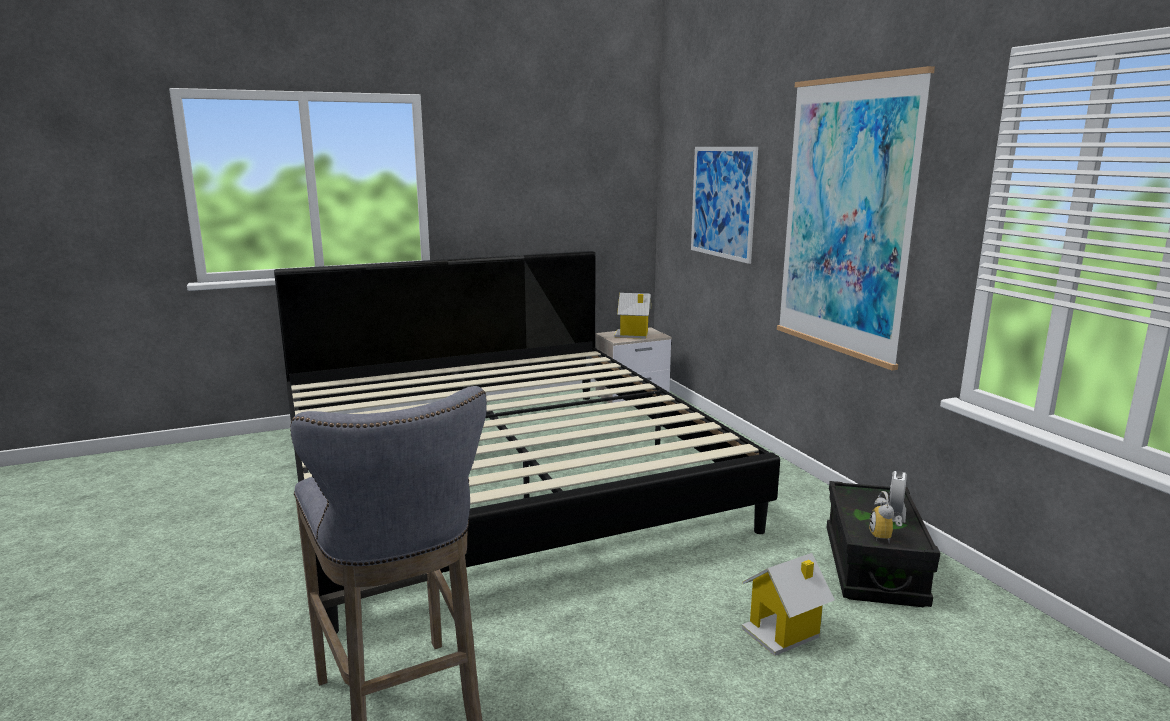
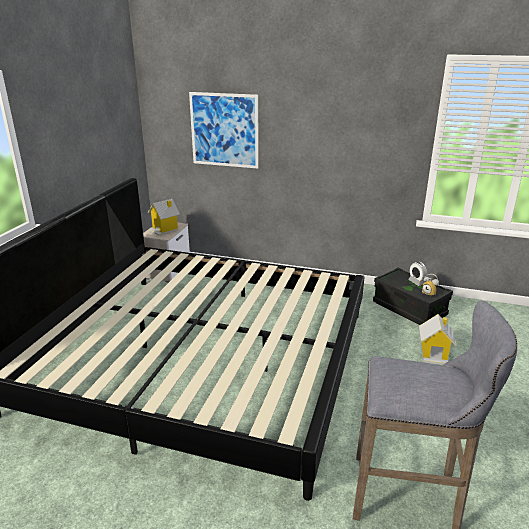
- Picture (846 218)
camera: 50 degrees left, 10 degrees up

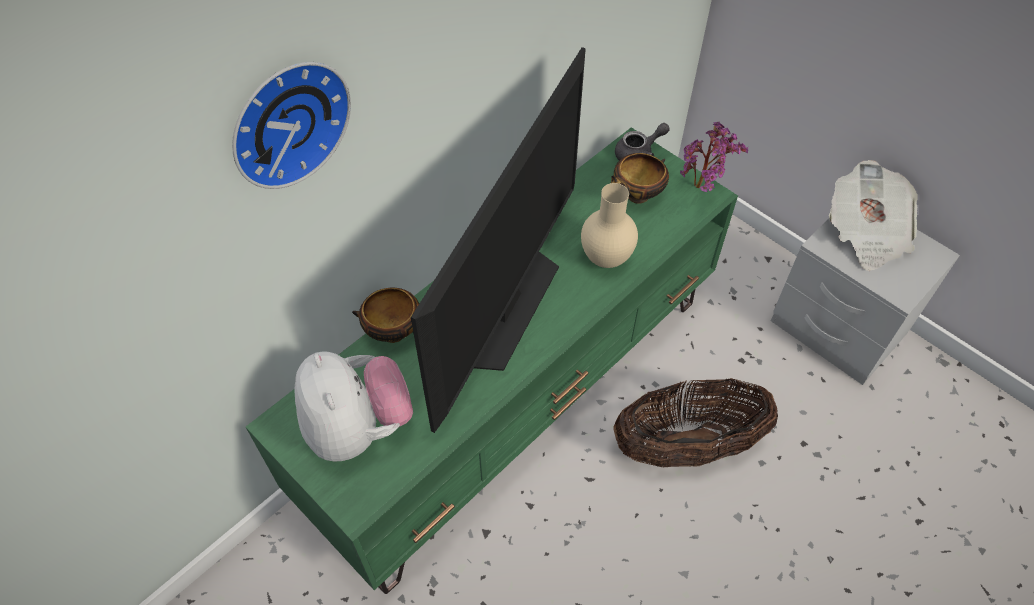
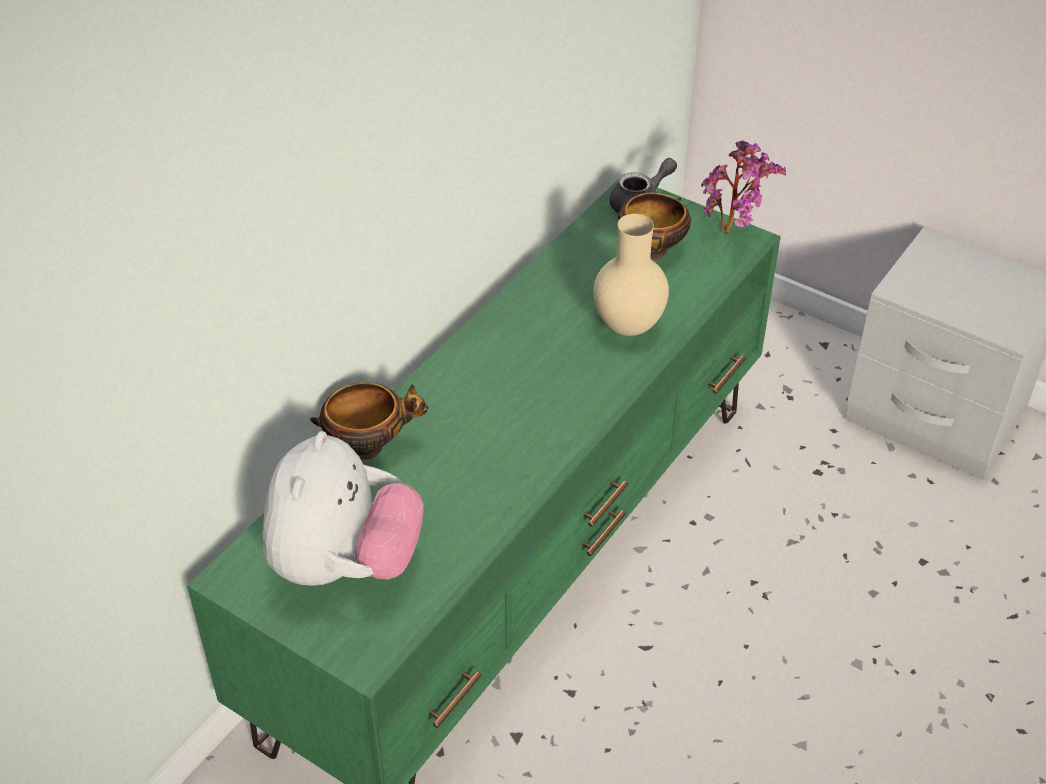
- WallClock (286 121)
~ PlushToy (358 428) = (345 565) 45 degrees clockwise
- Television (505 306)
- Basket (687 445)
- Newspaper (866 233)
camera: 10 degrees left, 10 degrees down

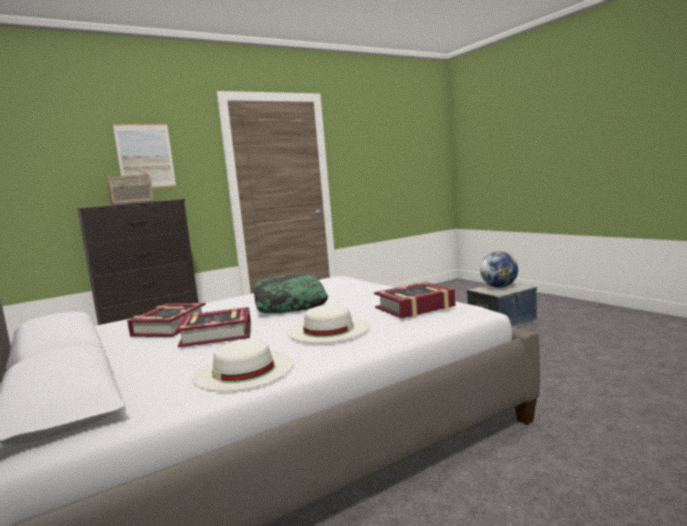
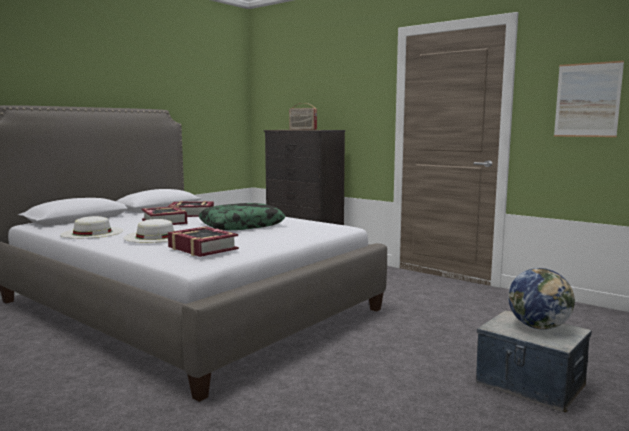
~ Picture (145 156) to (587 100)
camera: 70 degrees right, 0 degrees up

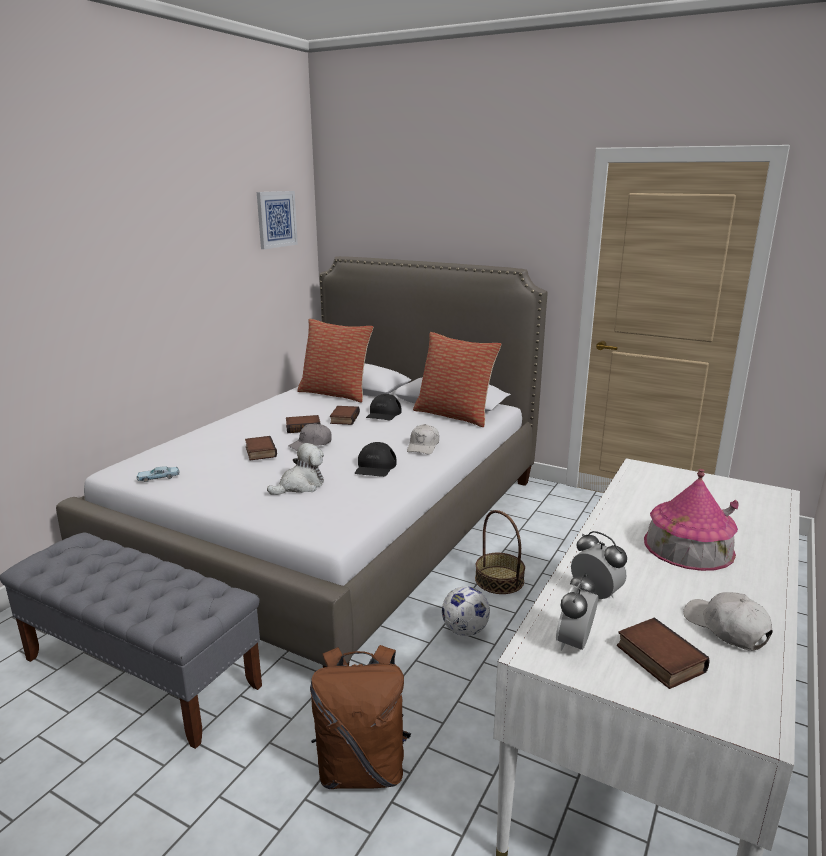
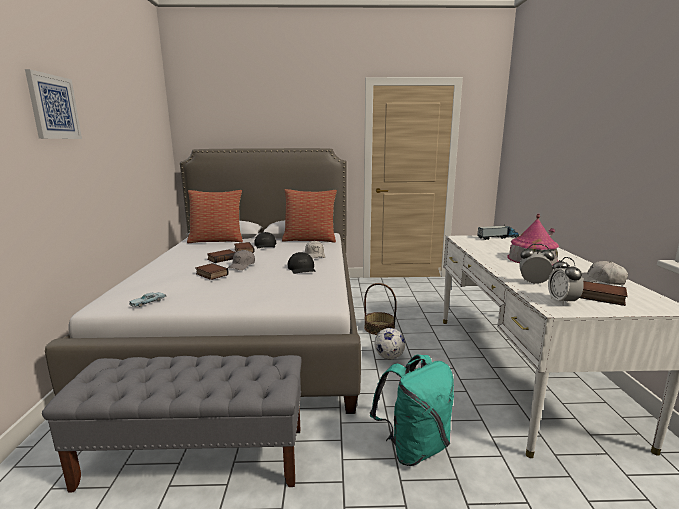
~ Picture (276 219) to (53 107)
- PlushToy (300 486)
~ BrownBackpack (362 768) to TurquoiseBackpack (413 447)
+ ToyTruck (498 237)
camera: 30 degrees left, 5 degrees down

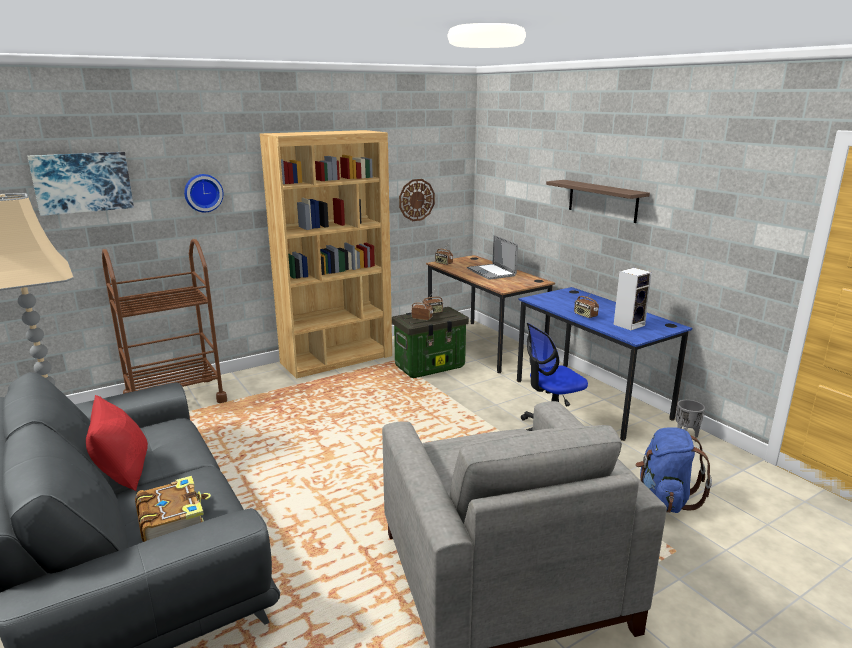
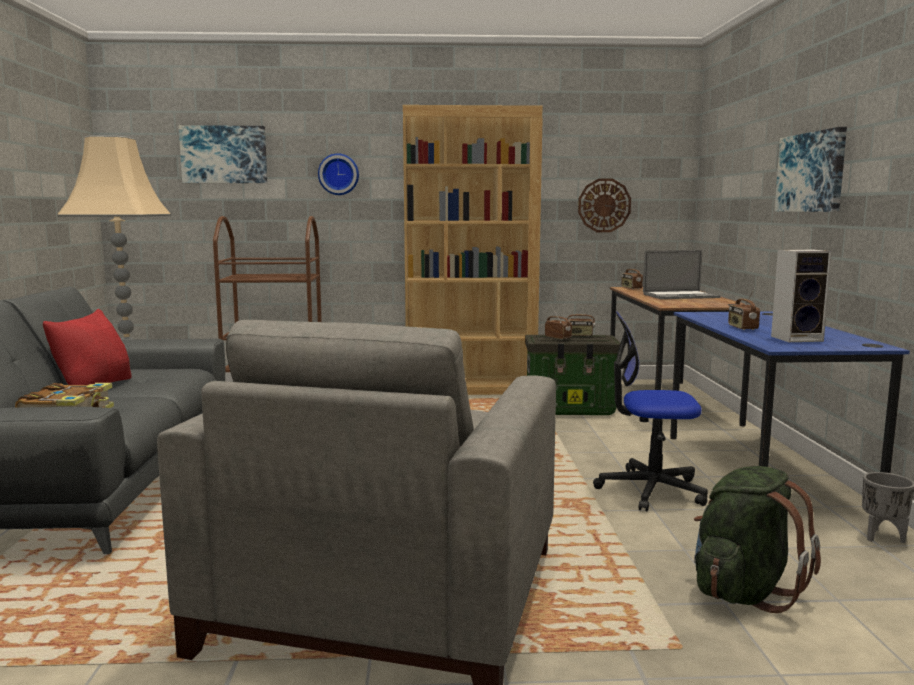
~ Laptop (491 272) = (680 296) 105 degrees counterclockwise
~ Shelf (602 200) to Picture (811 172)
~ BlueBackpack (664 499) to GreenBackpack (743 591)
camera: 30 degrees right, 10 degrees down

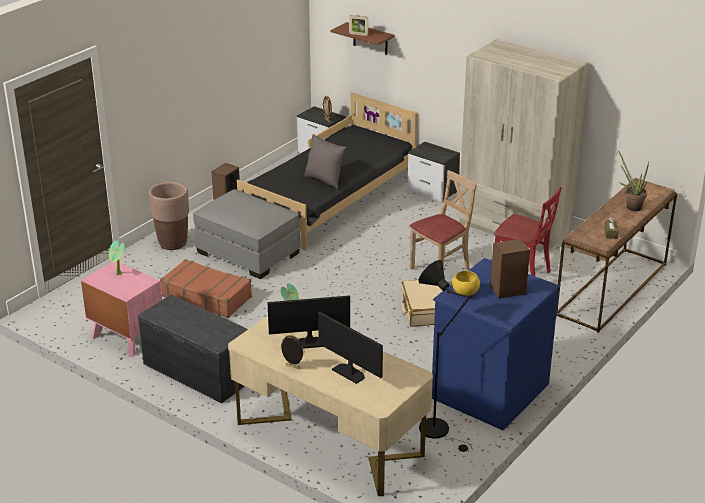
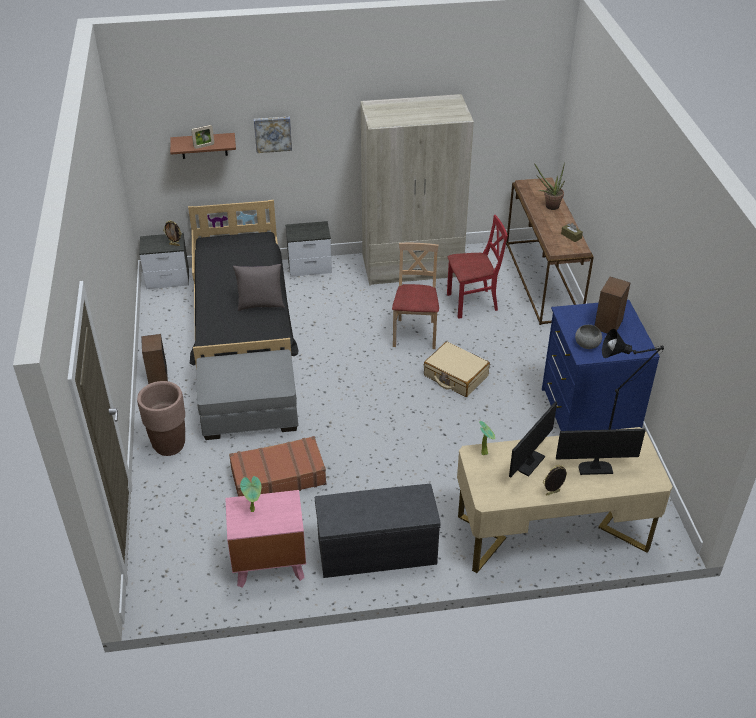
~ YellowBowl (465 292) to GreyBowl (587 344)
+ Picture (272 133)
camera: 45 degrees left, 10 degrees up

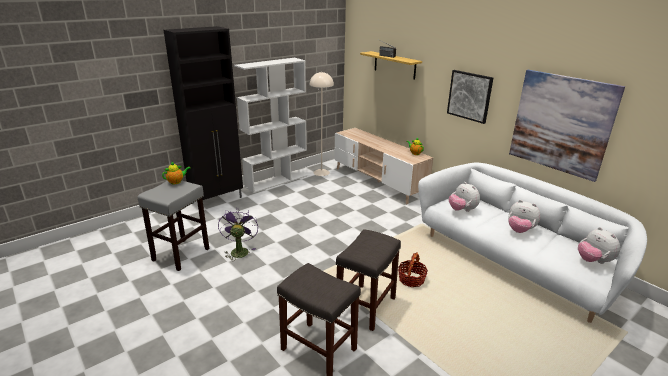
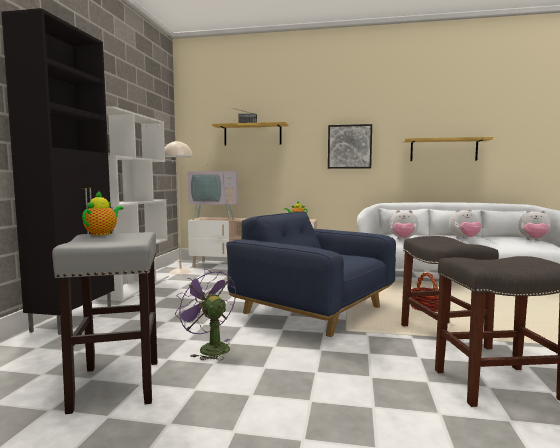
~ Picture (561 123) to Shelf (443 150)
+ Television (214 218)
+ BlueArmchair (313 310)
camera: 40 degrees left, 20 degrees down

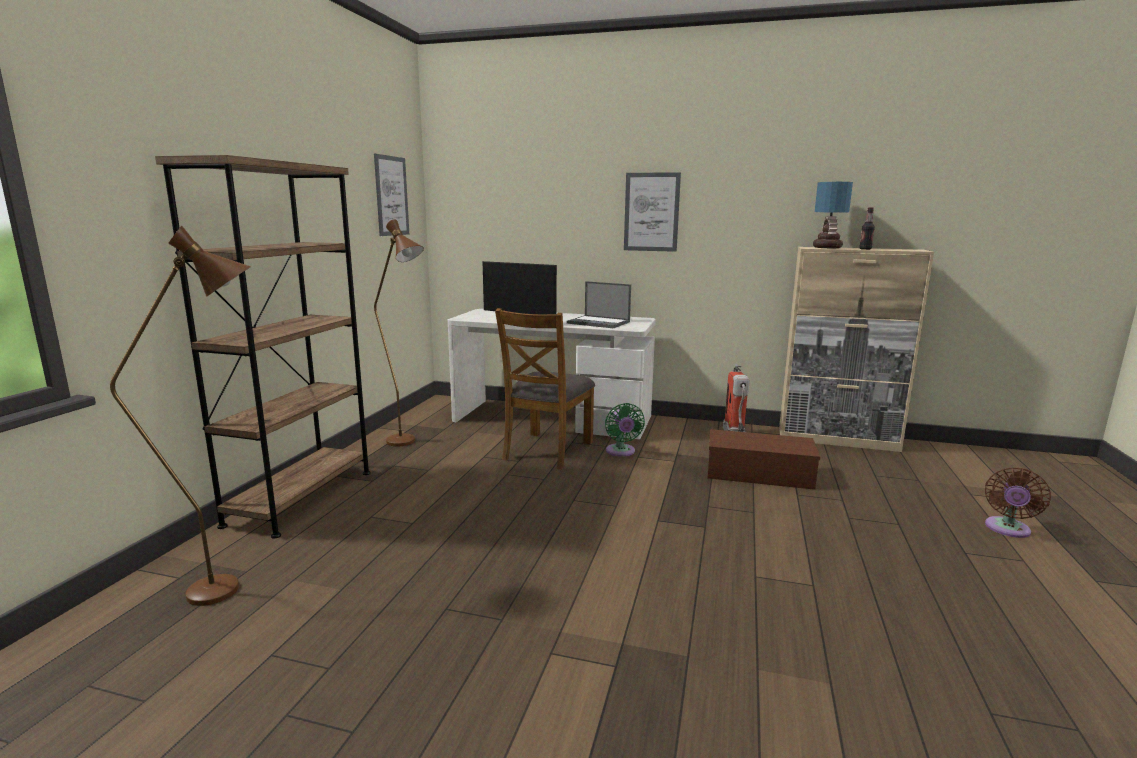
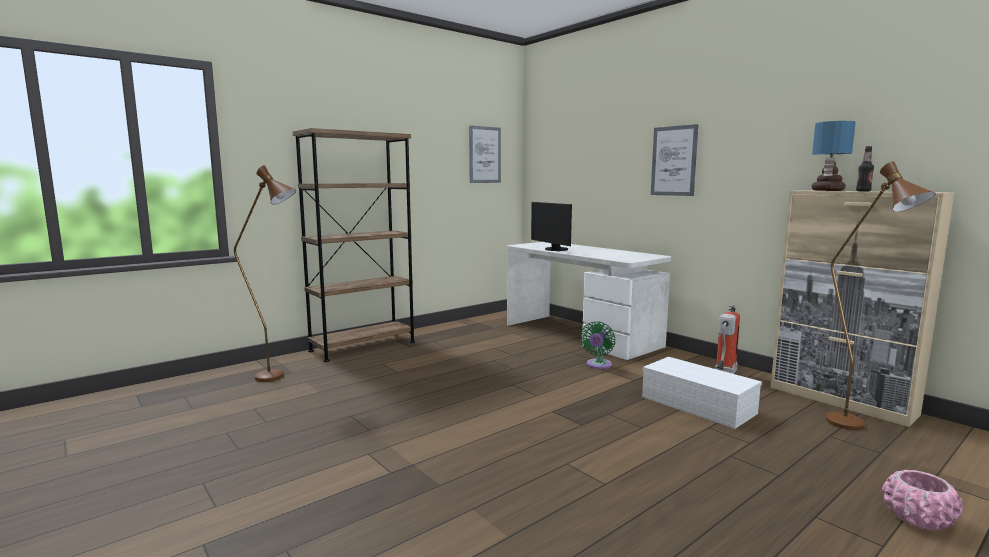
~ BrownFloorLamp (408 443) to (856 428)
- BrownChair (547 450)
- Laptop (599 322)
~ BrownStorageBox (760 473) to WhiteStorageBox (699 405)
~ BrownFan (1007 530) to PinkPlanter (918 519)
camera: 35 degrees right, 5 degrees down

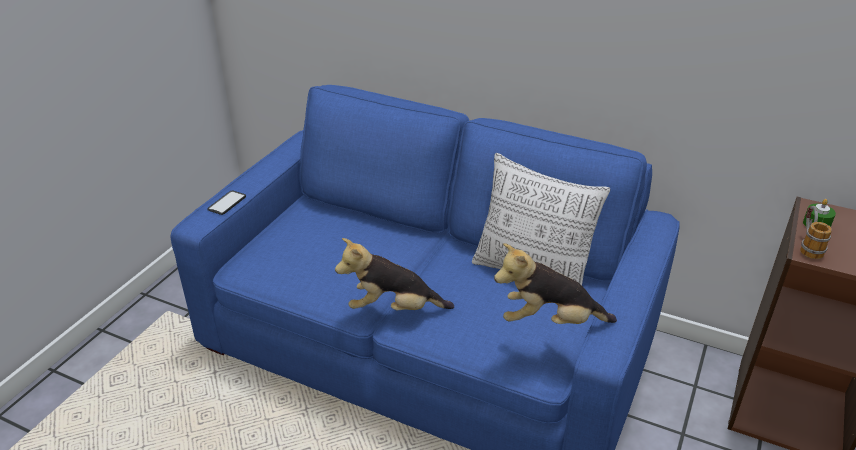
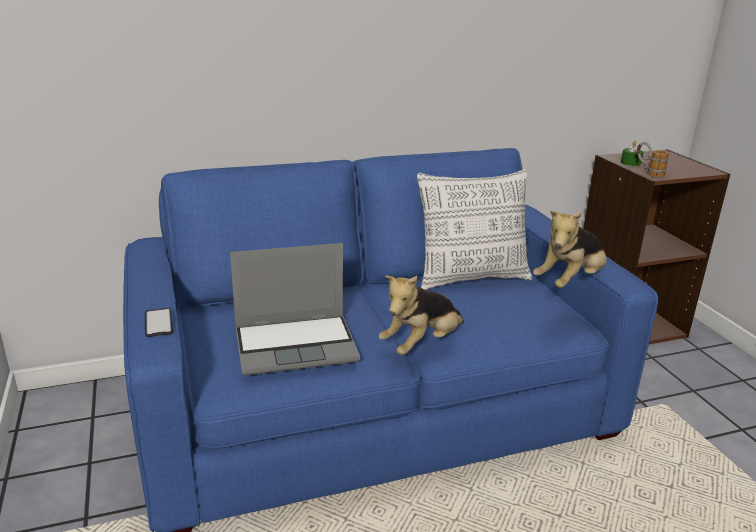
+ Laptop (297 345)
camera: 45 degrees left, 10 degrees down

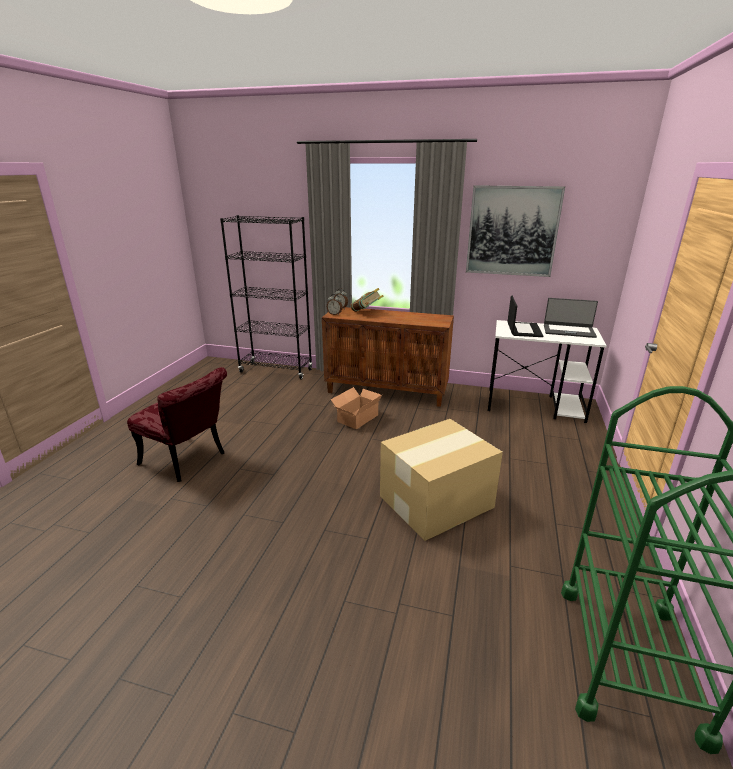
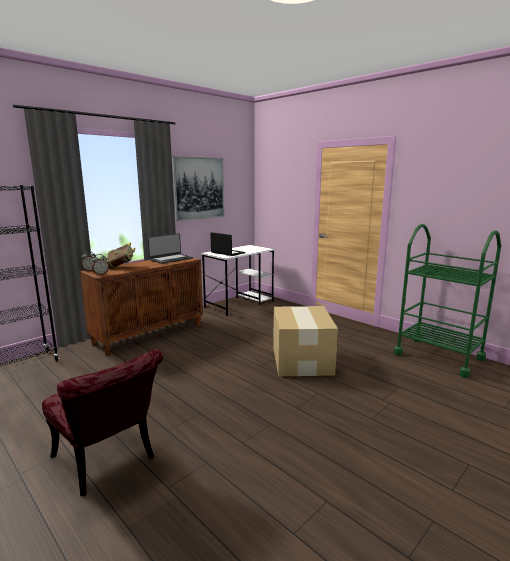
~ RedChair (189 461) = (108 462) 75 degrees clockwise
- CardboardBox (356 418)
~ Laptop (568 331) to (171 259)
camera: 60 degrees left, 10 degrees down

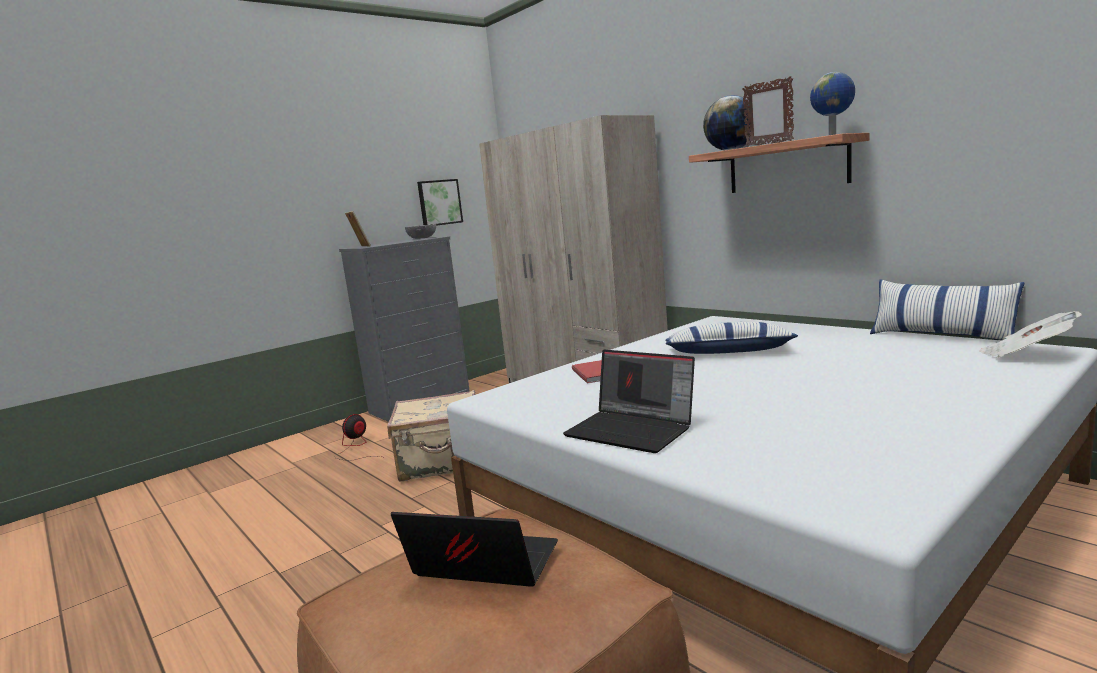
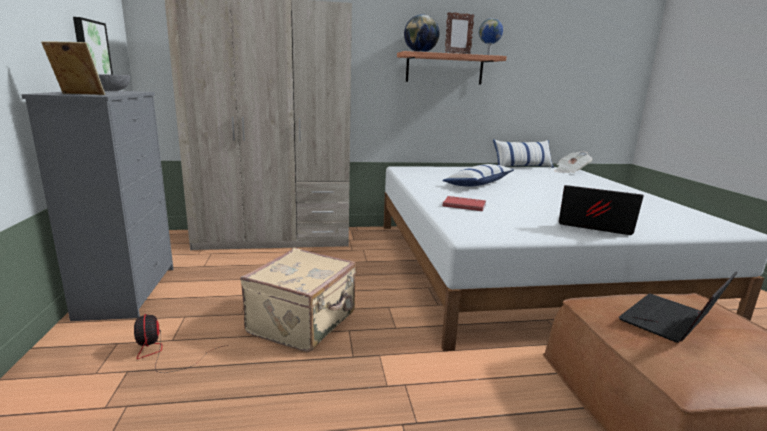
~ Laptop (633 430) = (593 226) 135 degrees counterclockwise
camera: 60 degrees left, 5 degrees up

